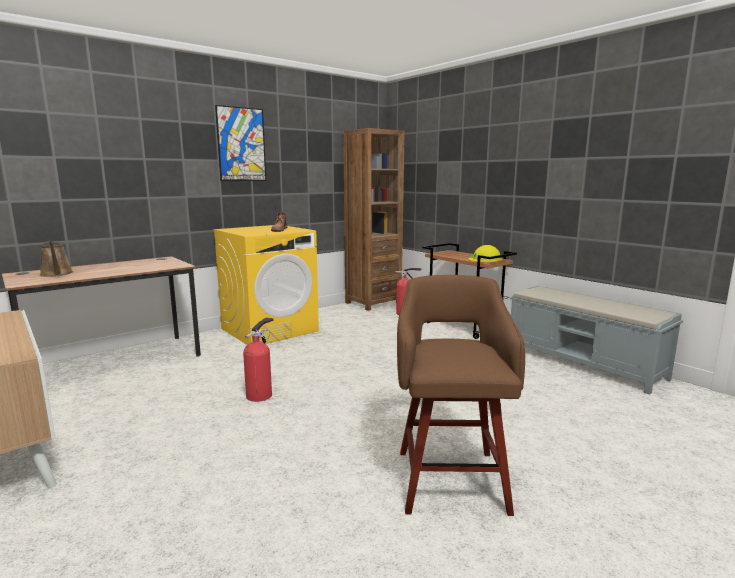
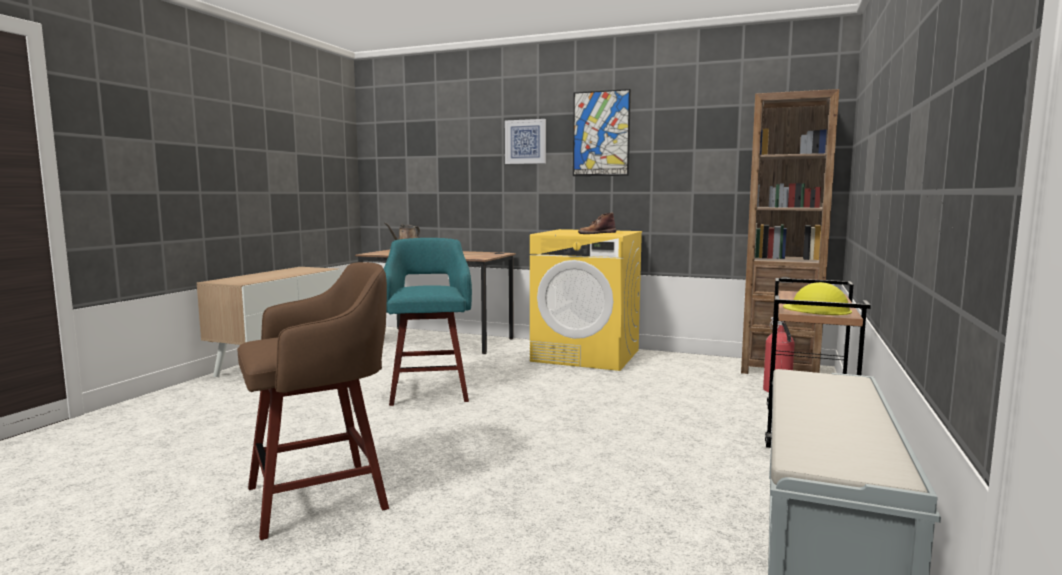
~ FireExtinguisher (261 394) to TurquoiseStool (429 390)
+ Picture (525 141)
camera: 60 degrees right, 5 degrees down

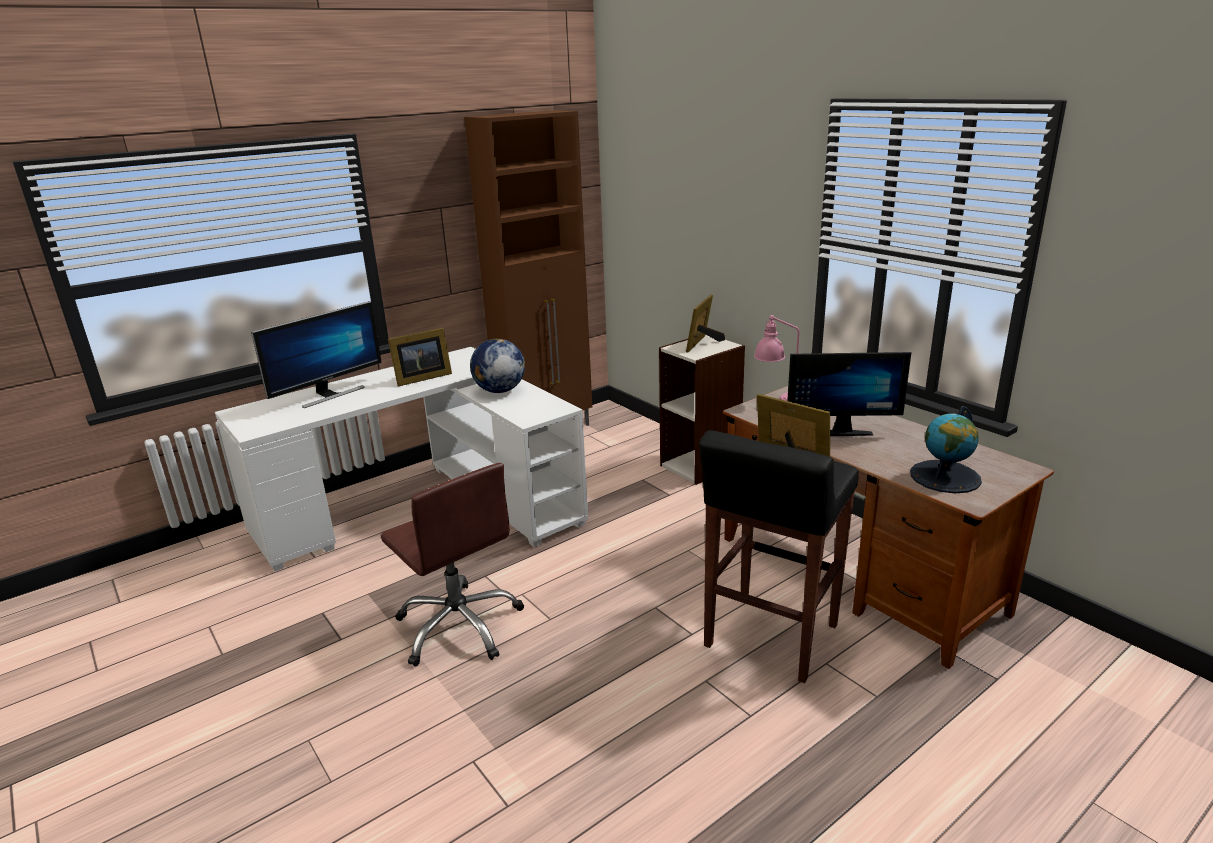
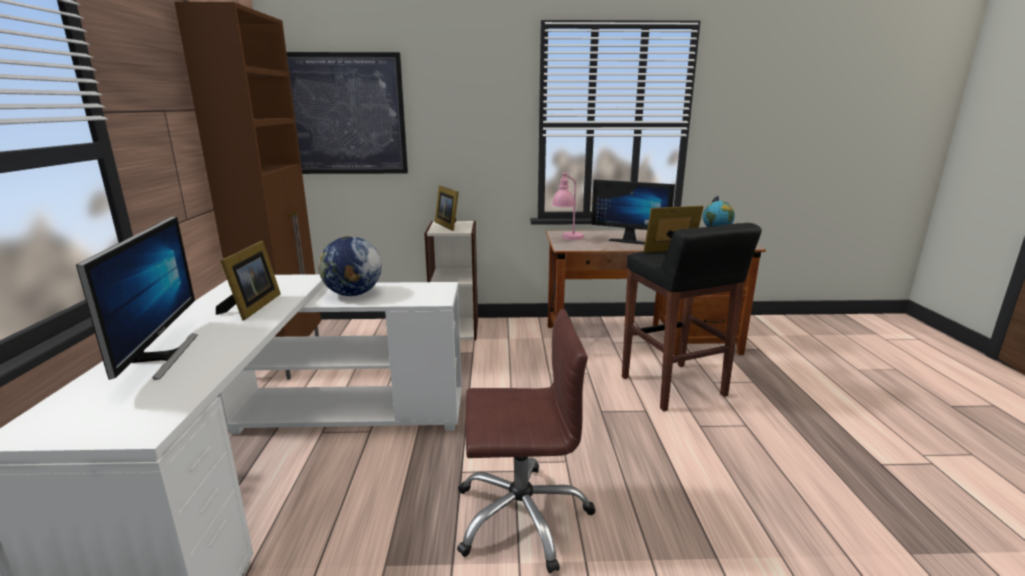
~ Monitor (840 430) = (630 241) 75 degrees clockwise
+ Picture (346 115)
camera: 55 degrees left, 5 degrees down

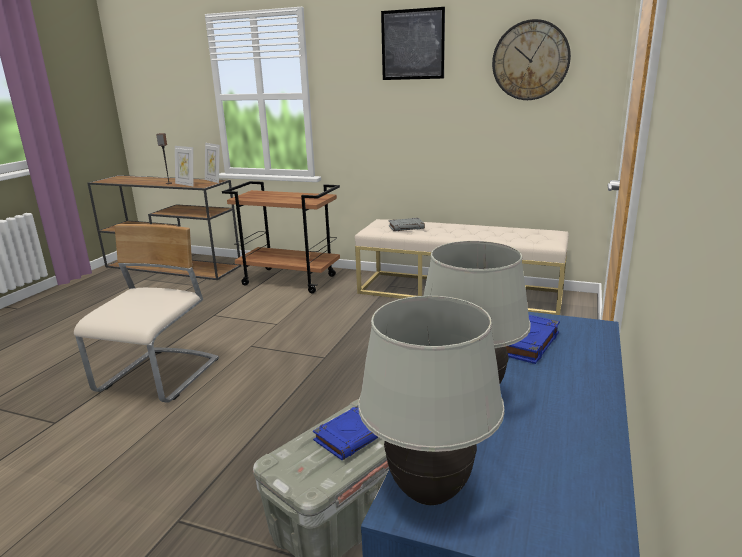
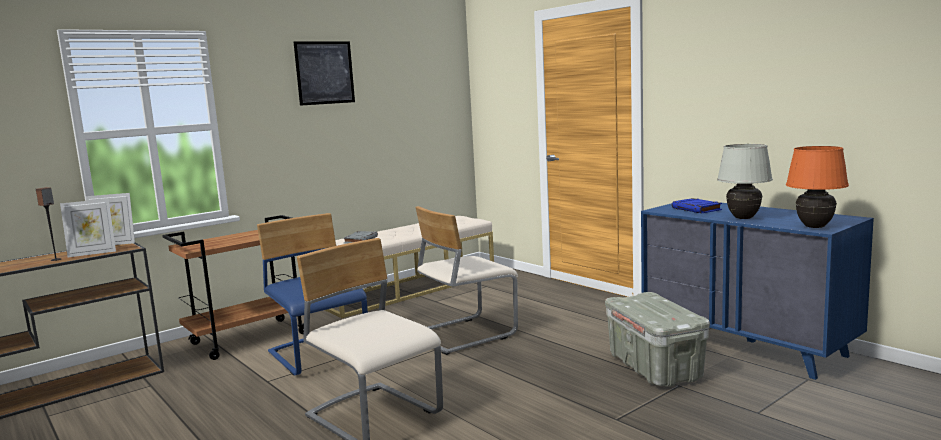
- BlueBook (352 435)
~ WhiteTableLamp (428 493) to OrangeTableLamp (814 227)
- WallClock (530 60)
+ BlueChair (319 355)
+ BeigeChair (464 334)
camera: 60 degrees left, 10 degrees down

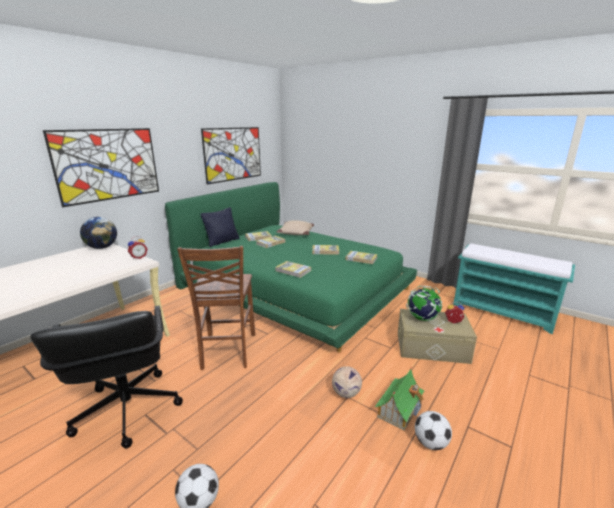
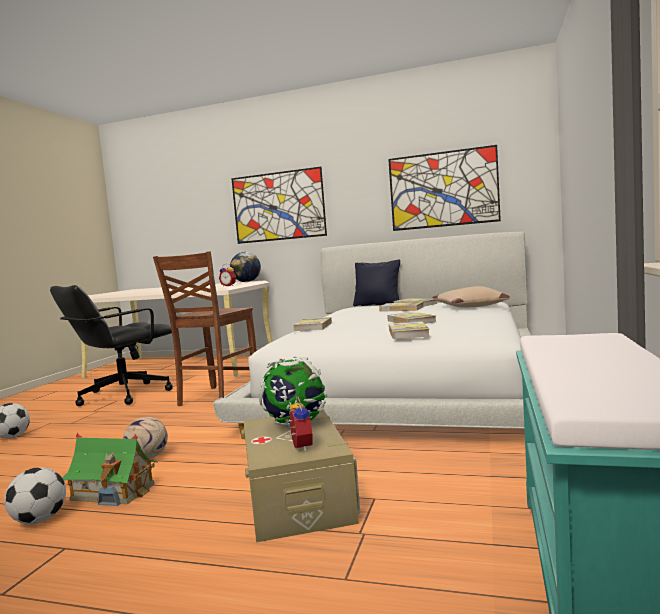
~ GreenBed (294 286) to WhiteBed (408 384)
~ BrownChair (227 352) = (217 397) 45 degrees counterclockwise
camera: 70 degrees right, 15 degrees down

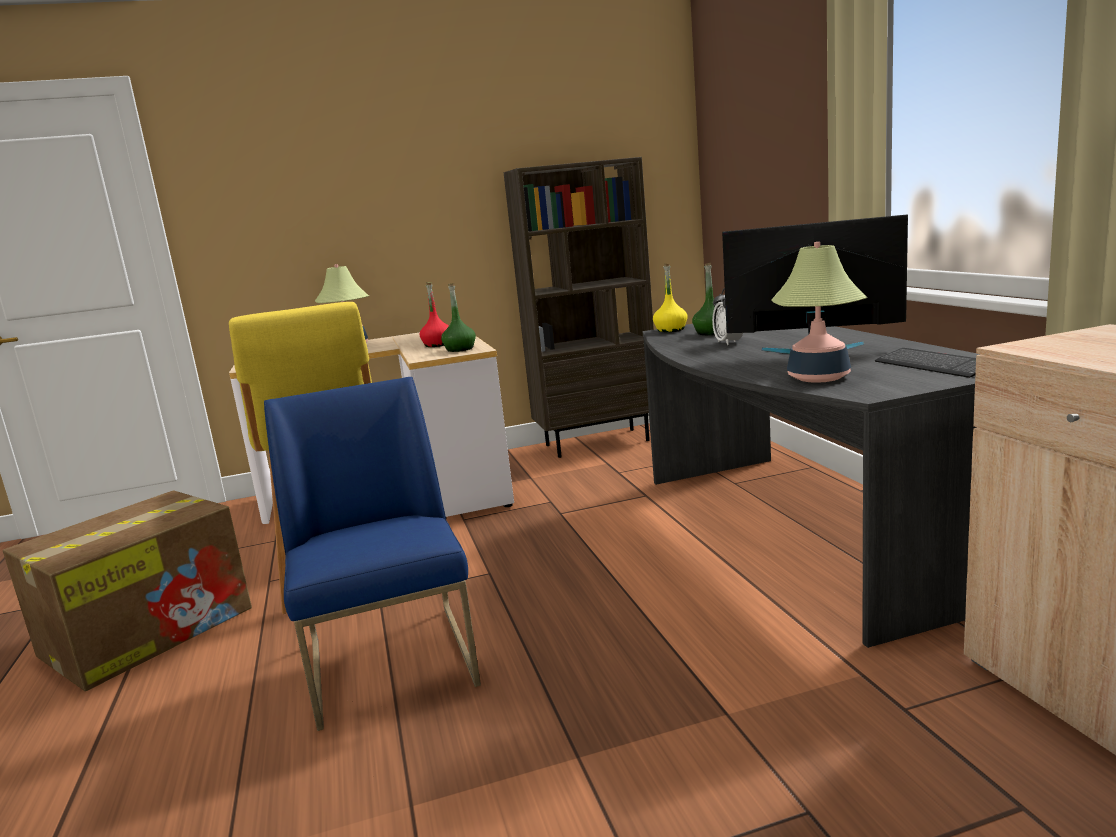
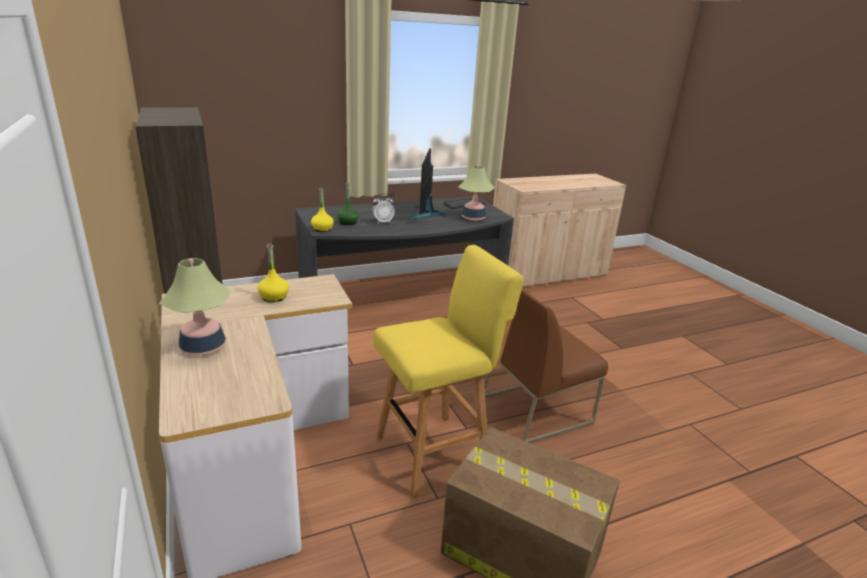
~ BlueChair (393 663) to BrownChair (535 409)
~ RedBottle (437 345) to YellowBottle (273 297)
- GreenBottle (460 349)
camera: 100 degrees left, 10 degrees up

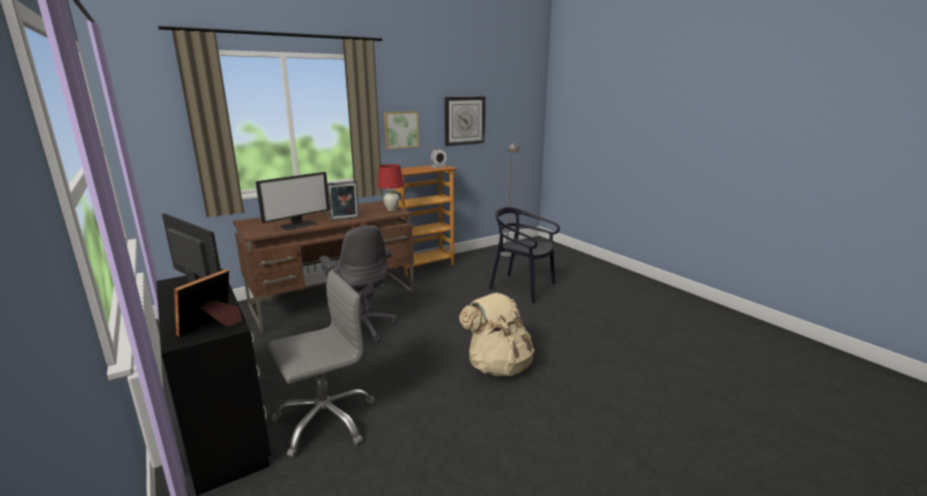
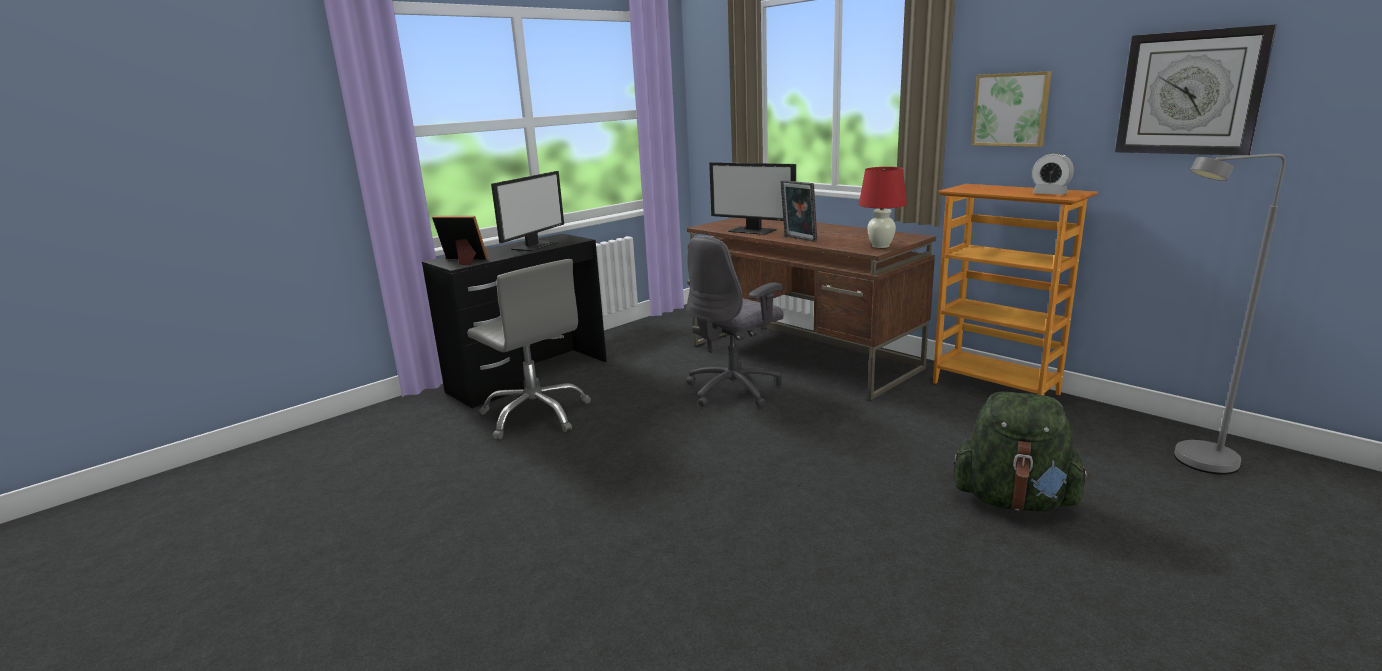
- BeigeBackpack (498 366)
~ BlackChair (522 287) to GreenBackpack (1014 500)
camera: 80 degrees right, 0 degrees up

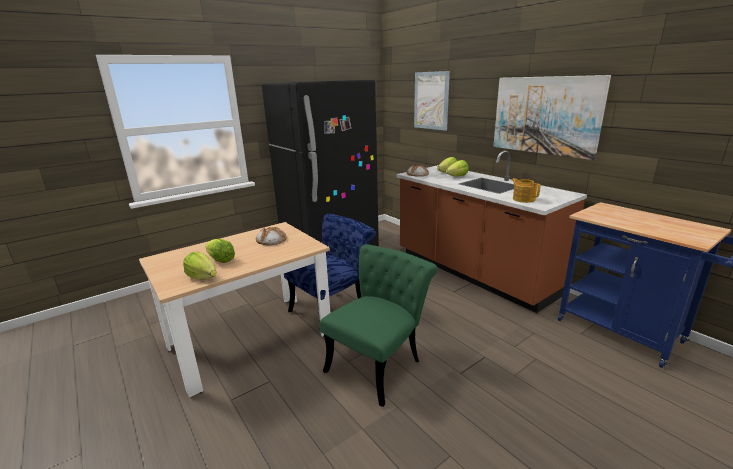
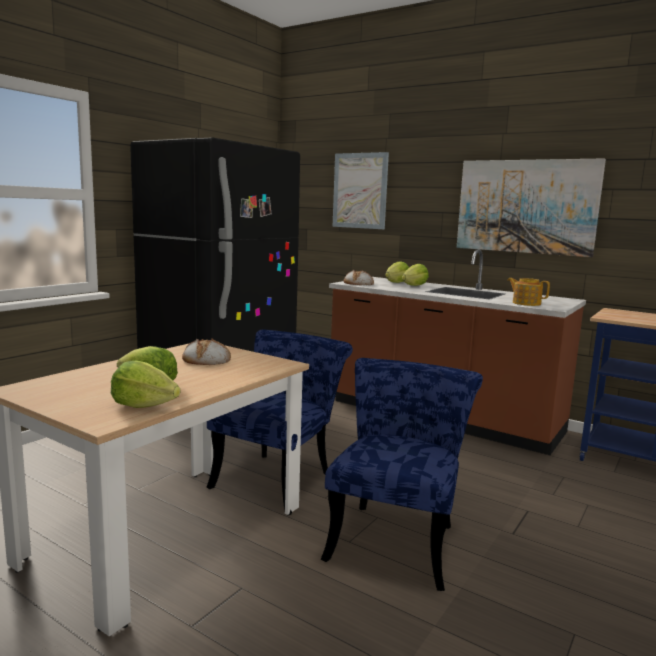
~ GreenChair (379 363) to BlueChair (397 537)
camera: 20 degrees left, 10 degrees down

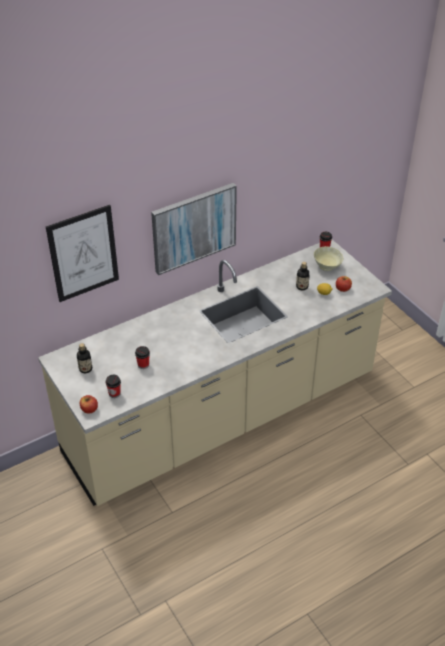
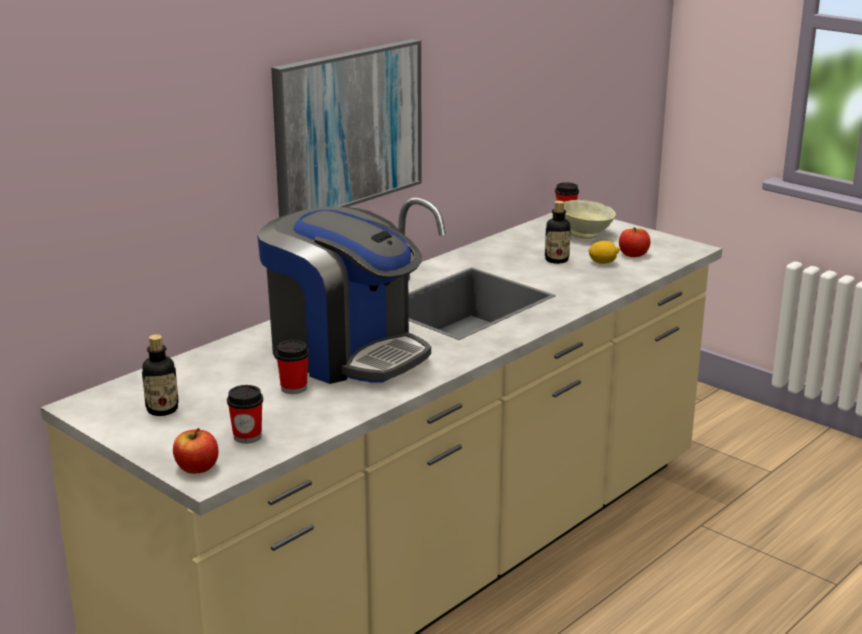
- Picture (83 253)
+ CoffeeMachine (345 353)
camera: 15 degrees left, 20 degrees down

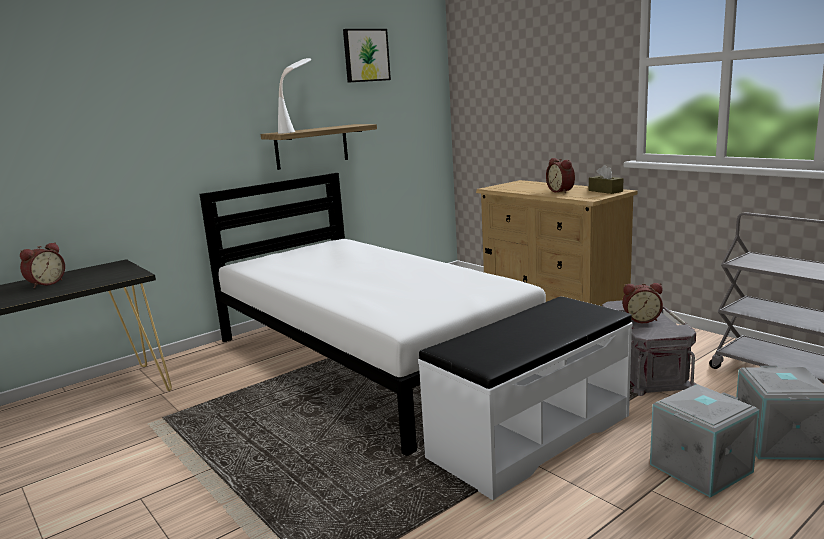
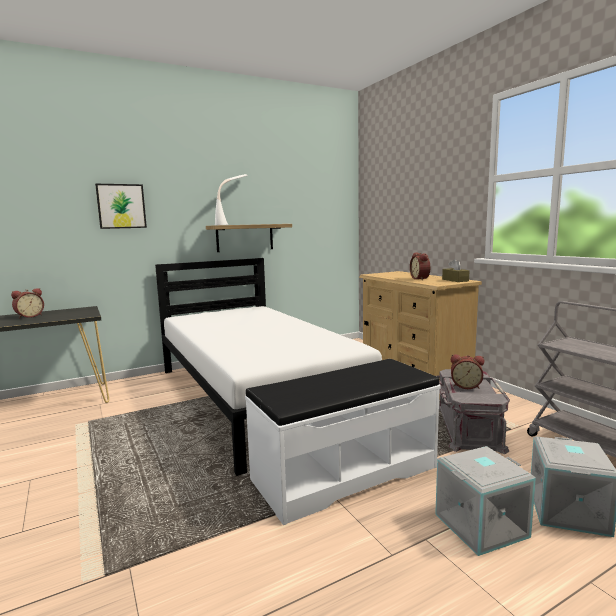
~ Picture (366 55) to (121 206)
camera: 10 degrees right, 5 degrees down

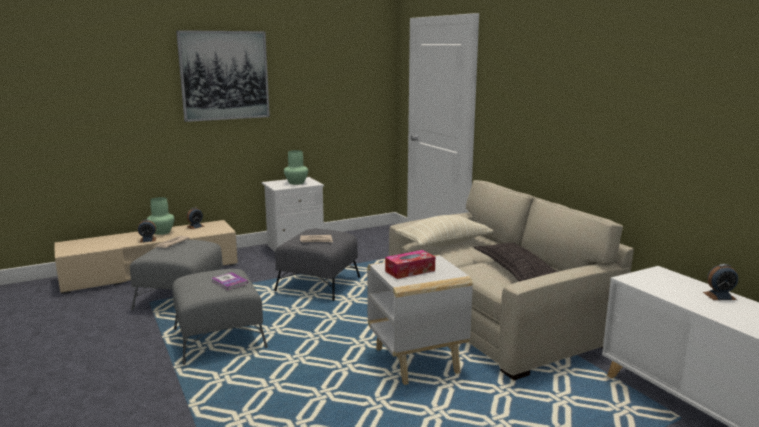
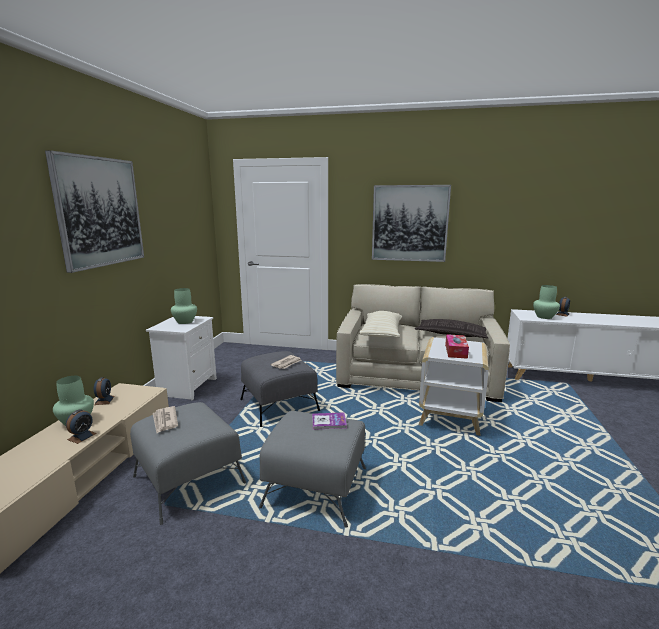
+ Picture (409 223)
+ GreenVase (545 317)
camera: 50 degrees left, 0 degrees up

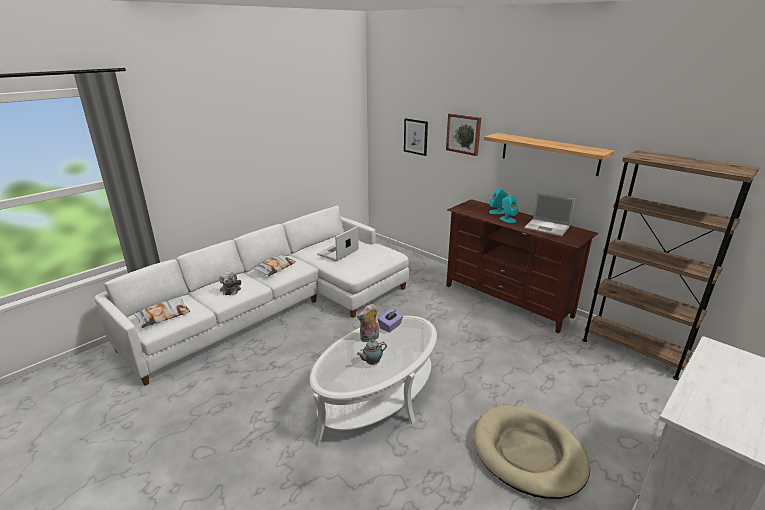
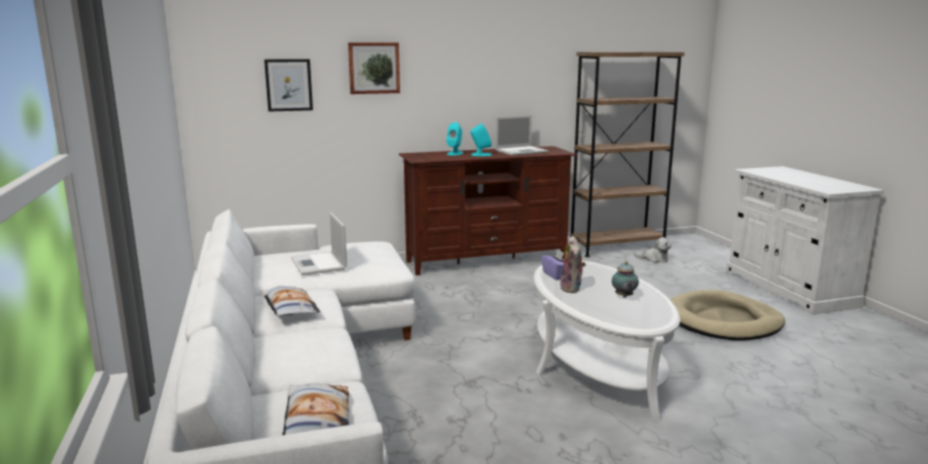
~ PlushToy (231 289) to (654 259)
- Shelf (549 153)
camera: 60 degrees left, 10 degrees down

